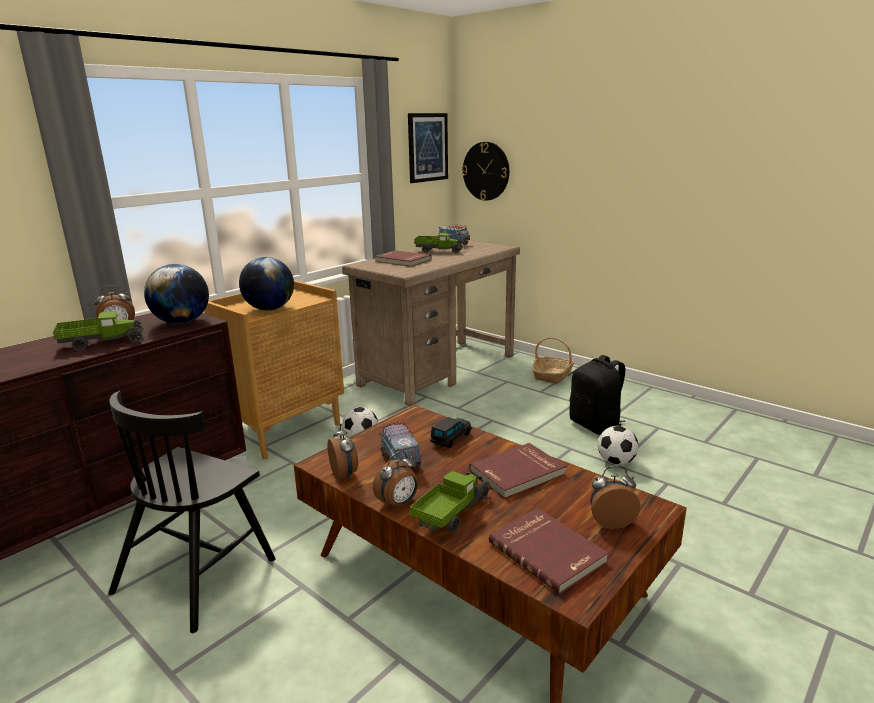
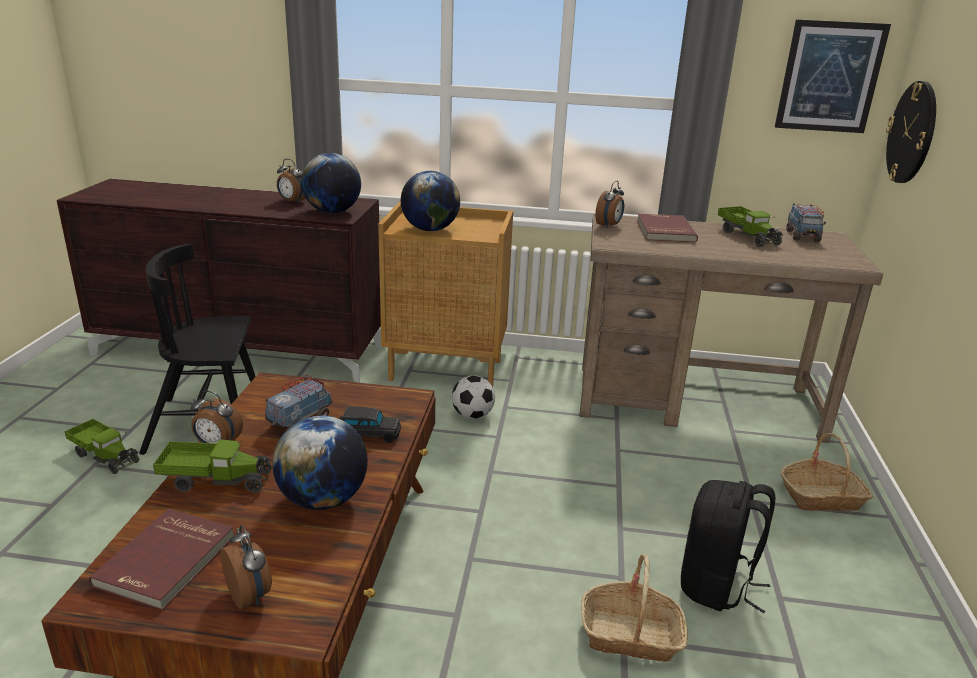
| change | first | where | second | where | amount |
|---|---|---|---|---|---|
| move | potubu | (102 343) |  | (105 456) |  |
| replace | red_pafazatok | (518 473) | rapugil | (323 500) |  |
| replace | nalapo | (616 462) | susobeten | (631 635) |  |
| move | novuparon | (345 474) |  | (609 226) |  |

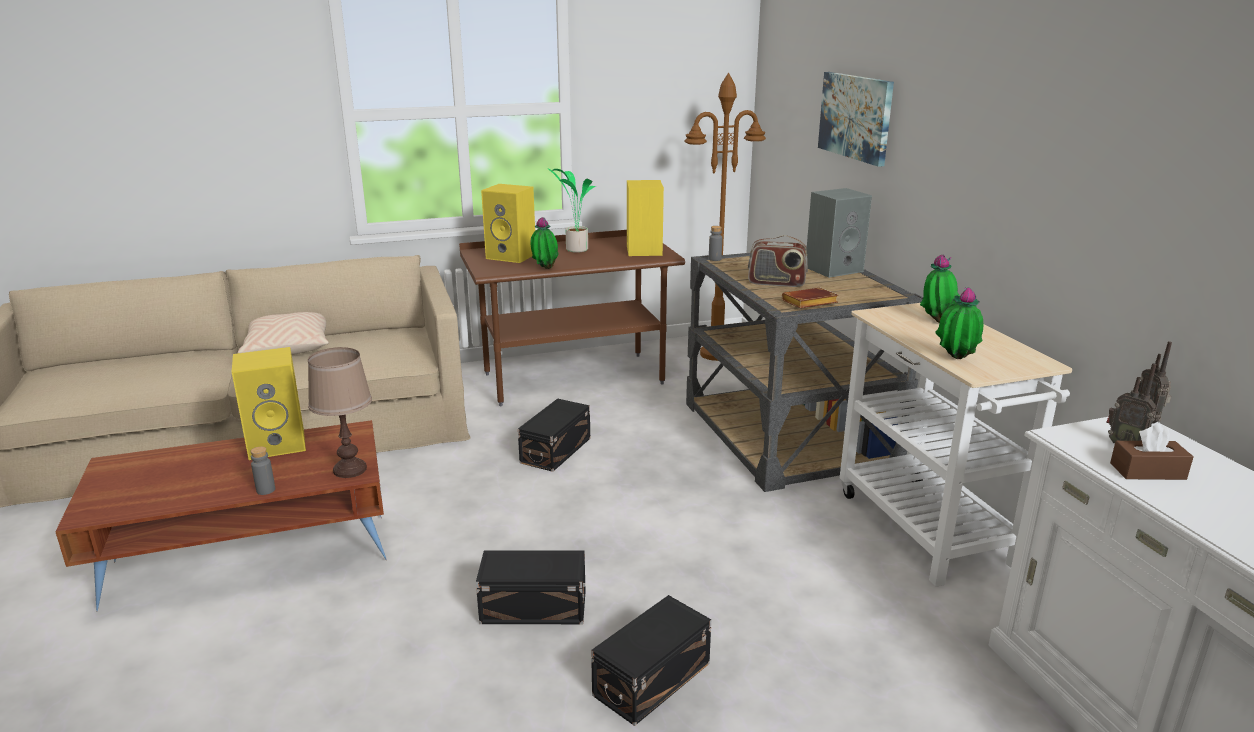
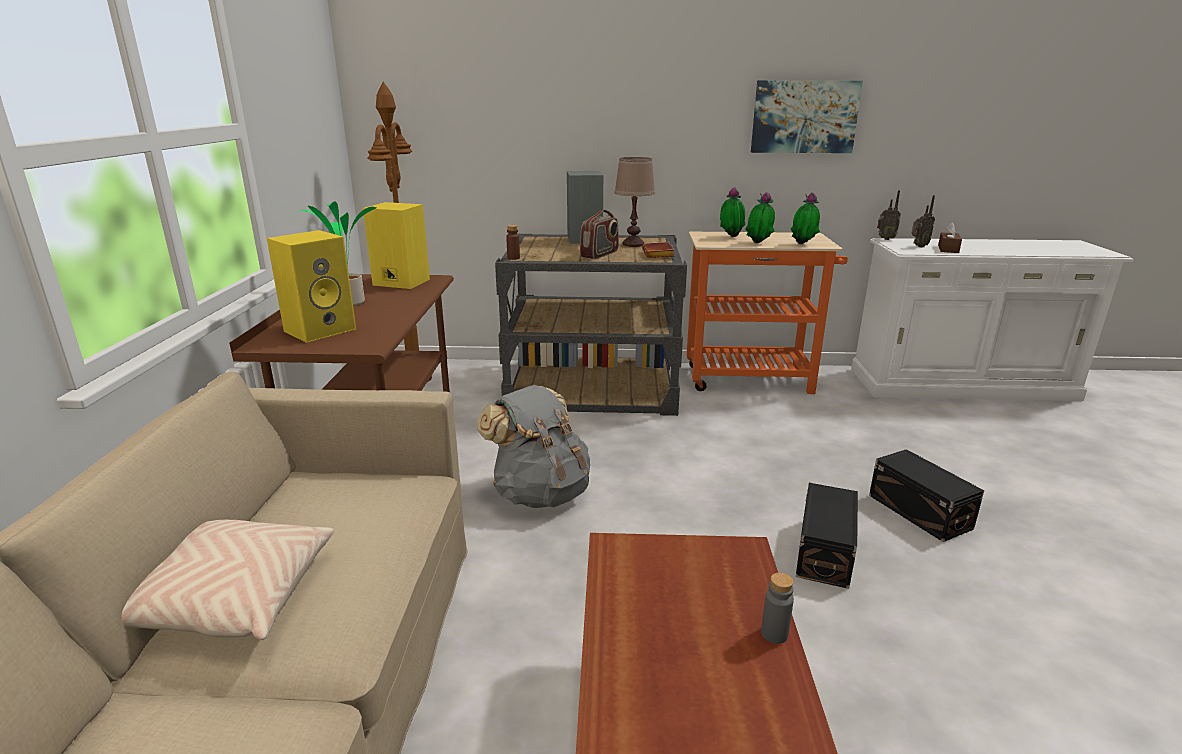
| change | first | where | second | where | amount |
|---|---|---|---|---|---|
| replace | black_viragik | (557 450) | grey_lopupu | (540 493) |  |
| recolor | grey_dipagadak | (715 259) | brown_dipagadak | (513 258) |  |
| move | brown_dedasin | (350 470) |  | (633 244) |  |
| recolor | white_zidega | (926 529) | orange_zidega | (750 379) |  |
| move | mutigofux | (544 269) |  | (758 244) |  |
| move | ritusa | (856 117) |  | (804 117) |  |
| delete | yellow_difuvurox | (278 444) |  |  |  |

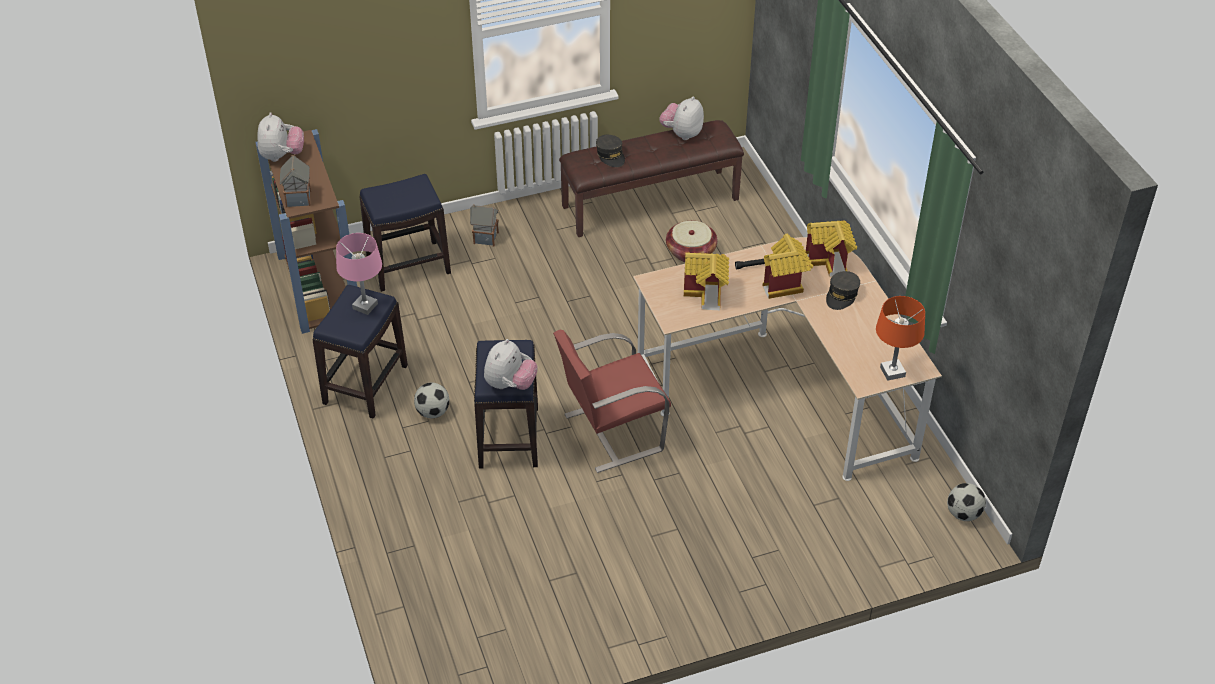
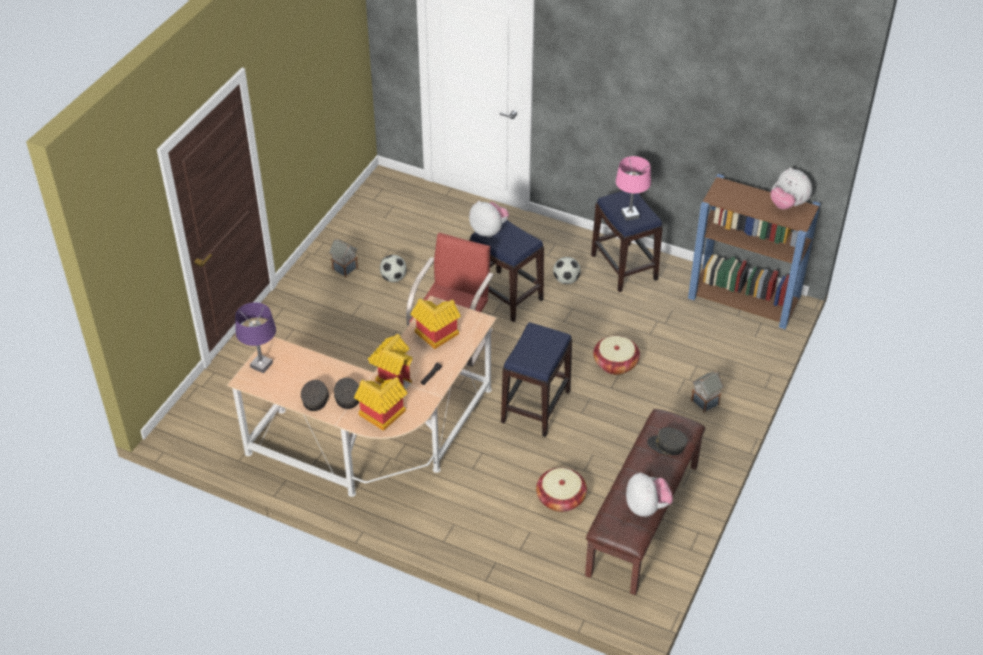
| change | first | where | second | where | amount |
|---|---|---|---|---|---|
| recolor | orange_dedasin | (892 372) | purple_dedasin | (261 365) |  |
| insert |  |  | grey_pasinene | (315 399) |  |
| move | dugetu | (299 199) |  | (344 268) |  |
| move | nalapo | (963 513) |  | (393 278) |  |
| rotate | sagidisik | (510 384) |  | (489 231) | 150 degrees clockwise |
| move | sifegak | (409 266) |  | (536 407) |  |
| insert |  |  | susobeten | (615 364) |  |

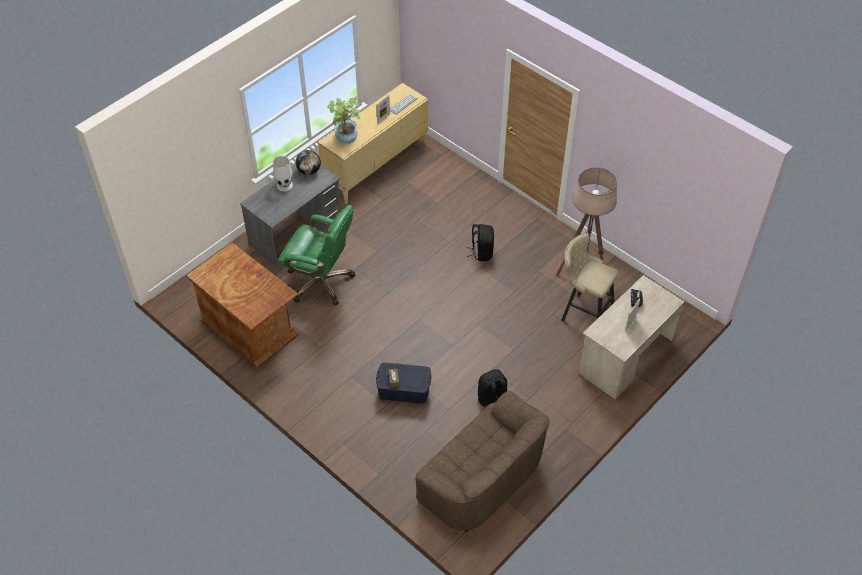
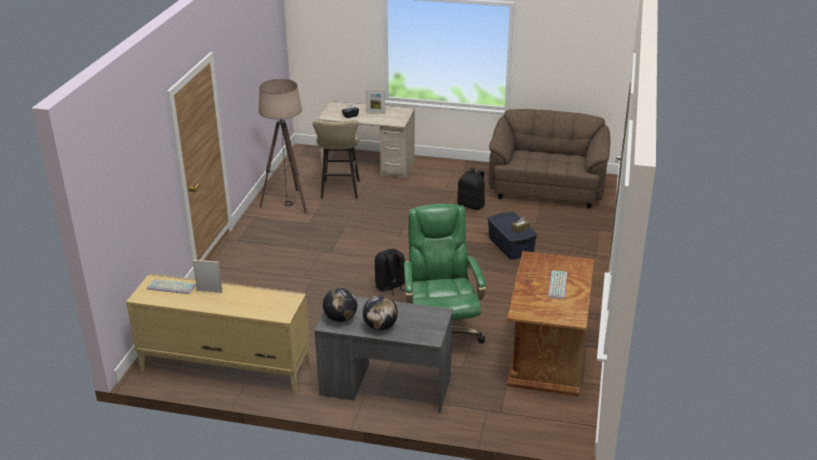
| change | first | where | second | where | amount |
|---|---|---|---|---|---|
| replace | white_dedasin | (284 185) | rapugil | (380 326) |  |
| move | black_lopupu | (481 252) |  | (391 287) |  |
| insert |  |  | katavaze | (558 285) |  |
| delete | mutigofux | (346 139) |  |  |  |

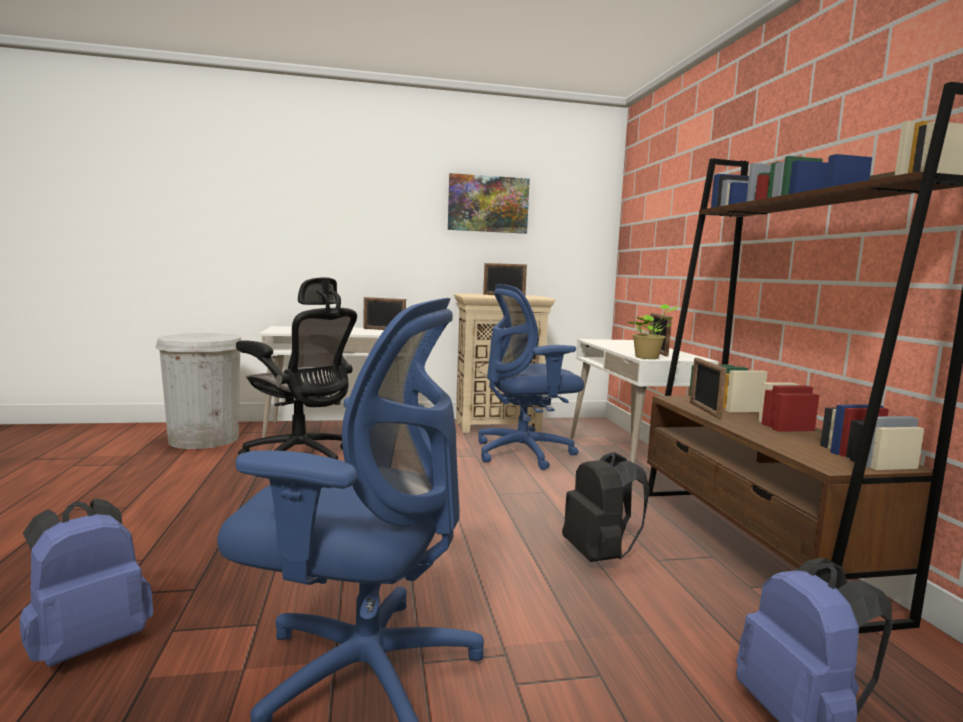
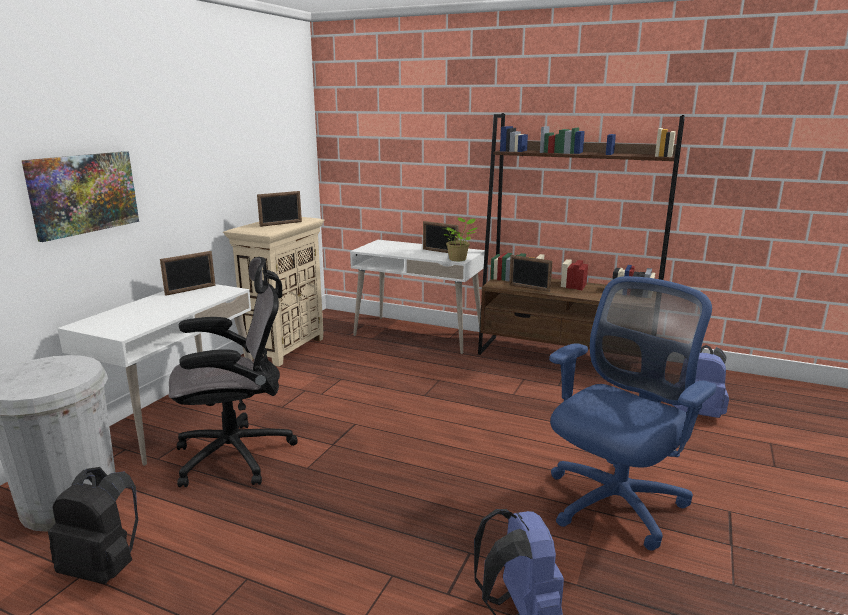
| change | first | where | second | where | amount |
|---|---|---|---|---|---|
| move | ritusa | (488 204) |  | (83 193) |  |
| move | black_lopupu | (599 555) |  | (104 568) |  |
| delete | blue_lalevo | (528 451) |  |  |  |

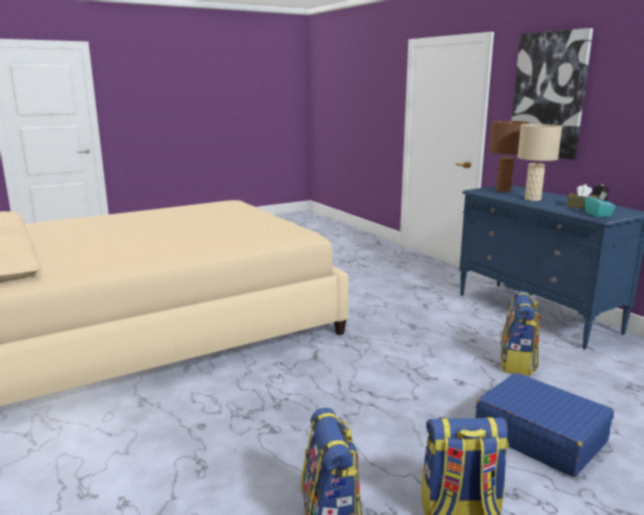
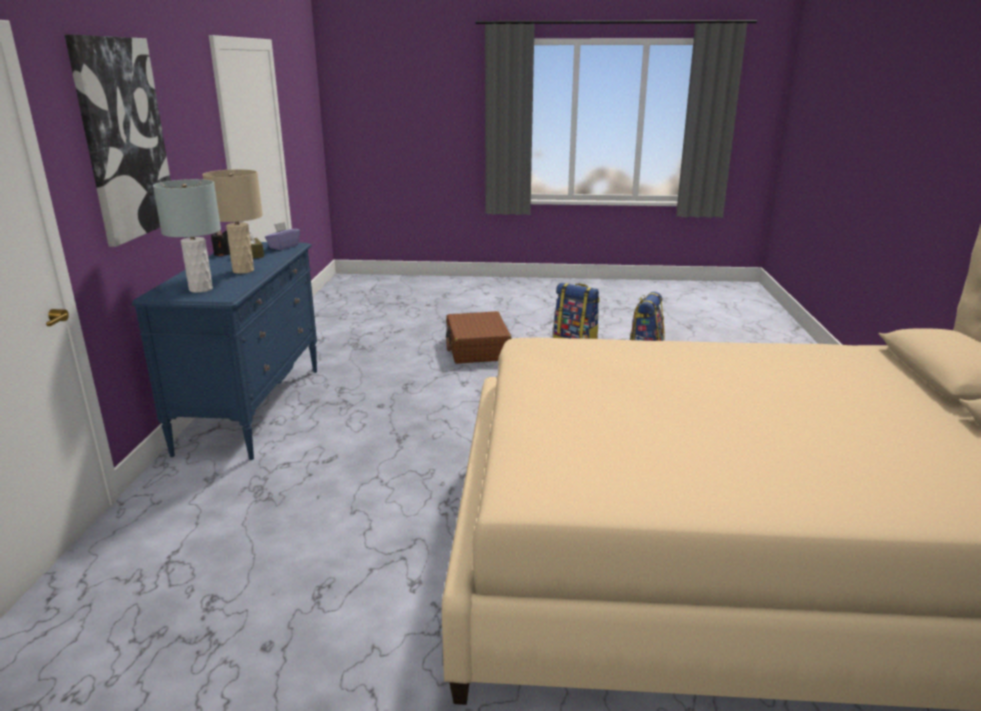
| change | first | where | second | where | amount |
|---|---|---|---|---|---|
| recolor | brown_dedasin | (503 190) | grey_dedasin | (200 289) |  |
| recolor | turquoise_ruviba | (598 214) | purple_ruviba | (283 247) |  |
| recolor | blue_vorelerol | (539 436) | brown_vorelerol | (477 349) |  |
| delete | lopupu | (517 364) |  |  |  |

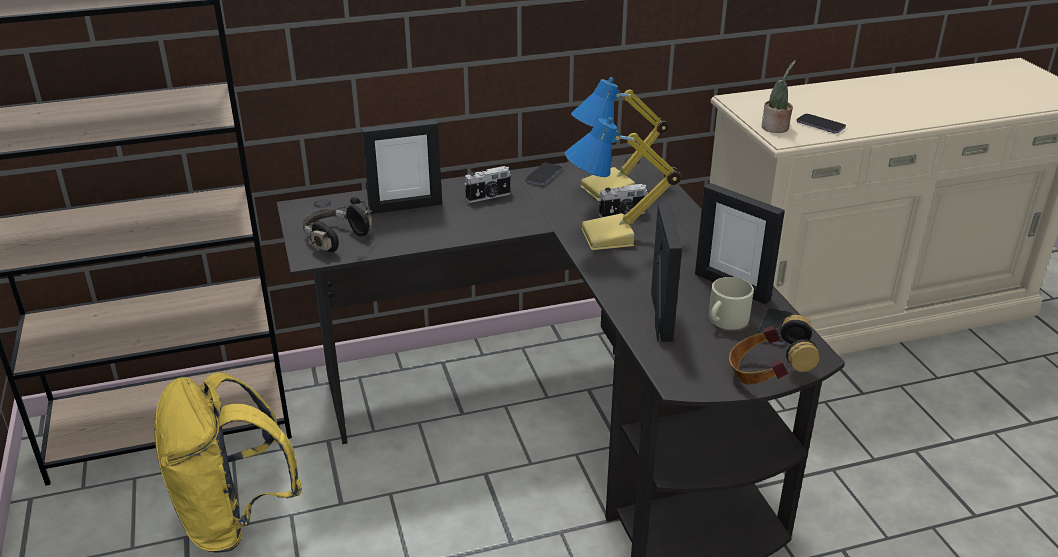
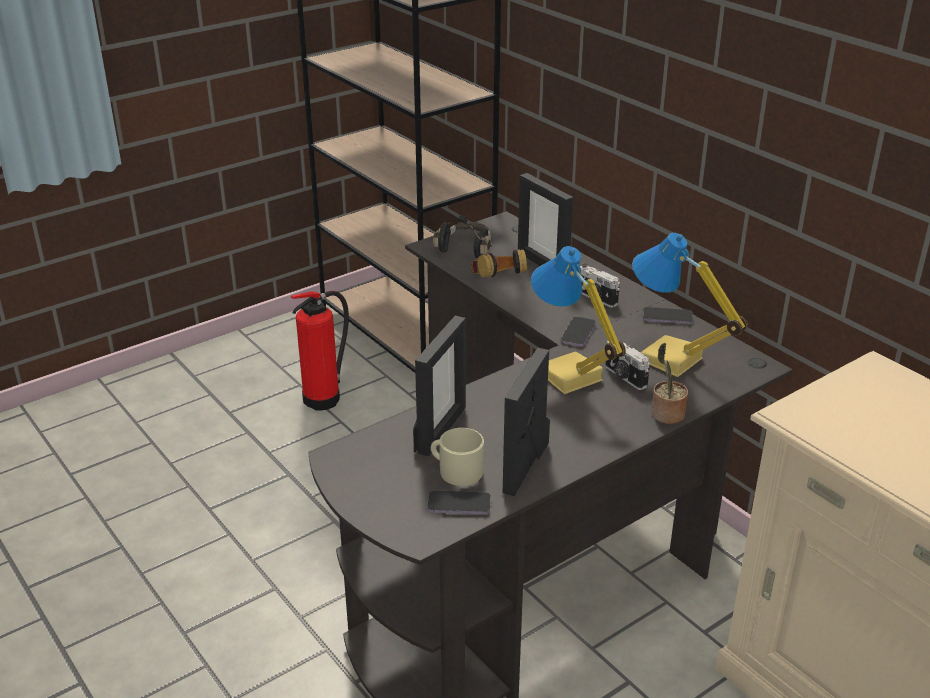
| change | first | where | second | where | amount |
|---|---|---|---|---|---|
| replace | yellow_lopupu | (233 519) | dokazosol | (325 398) |  |
| rotate | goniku | (659 316) |  | (440 429) | 45 degrees counterclockwise |
| move | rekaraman | (767 376) |  | (496 283) |  |
| move | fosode | (820 125) |  | (578 333) |  |
| move | mutigofux | (776 128) |  | (666 415) |  |

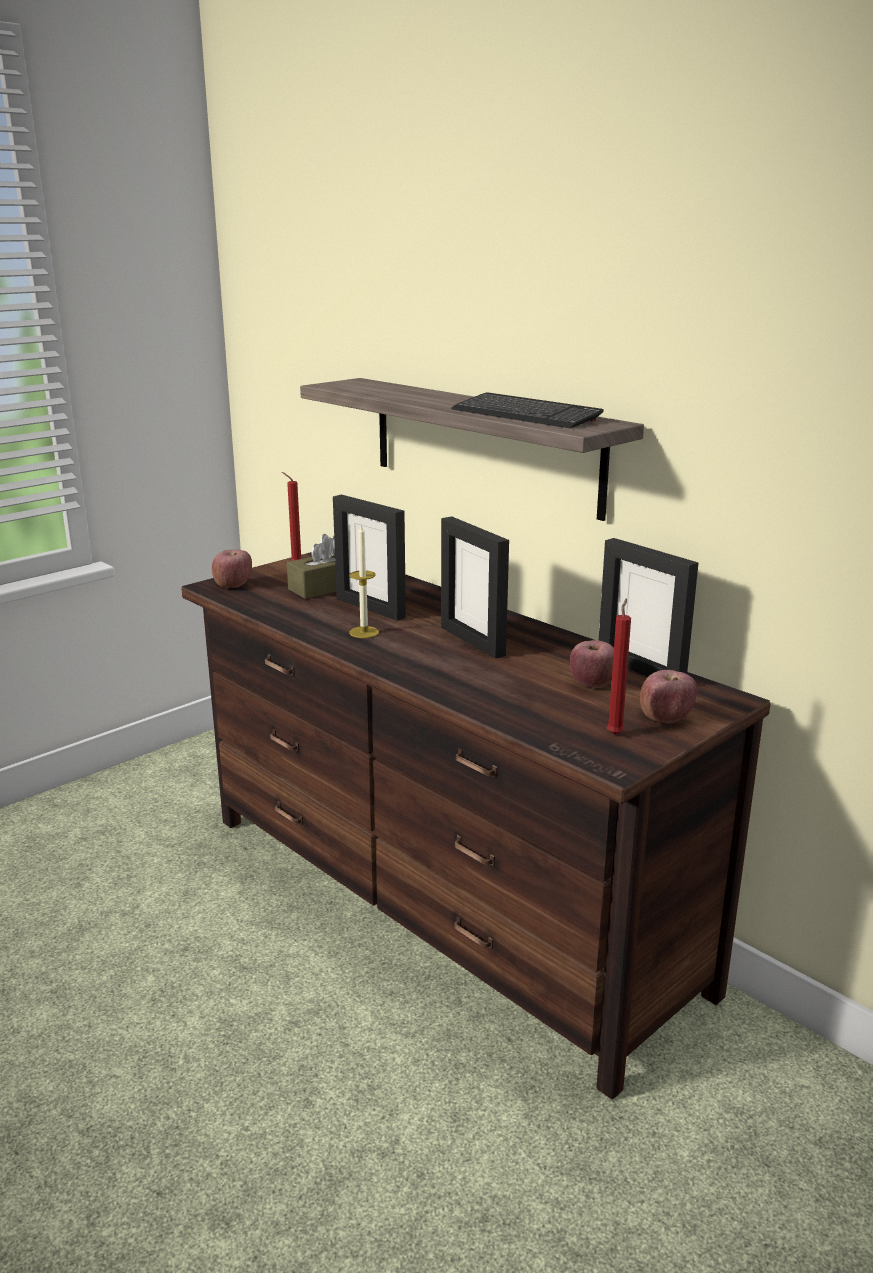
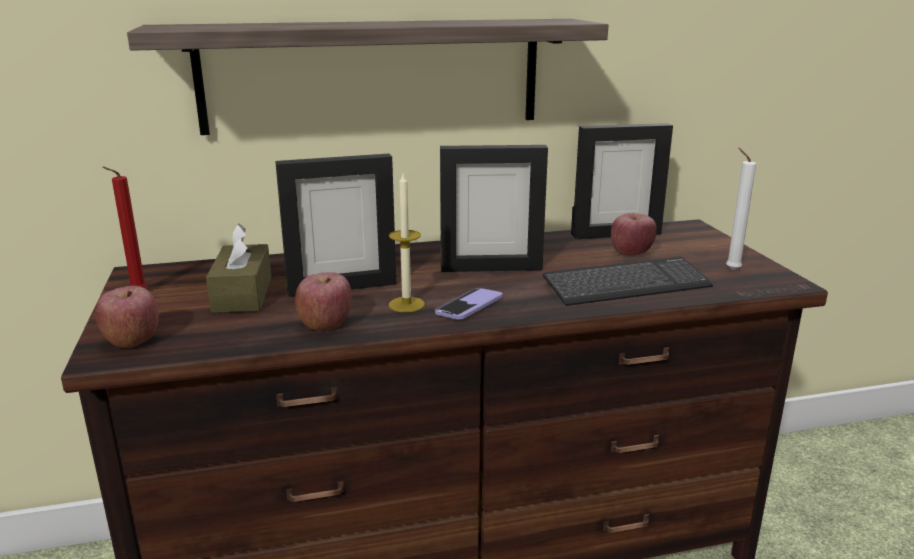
| change | first | where | second | where | amount |
|---|---|---|---|---|---|
| move | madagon | (665 718) |  | (325 324) |  |
| insert |  |  | fosode | (469 306) |  |
| move | katavaze | (525 414) |  | (626 285) |  |
| recolor | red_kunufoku | (615 733) | white_kunufoku | (730 269) |  |

